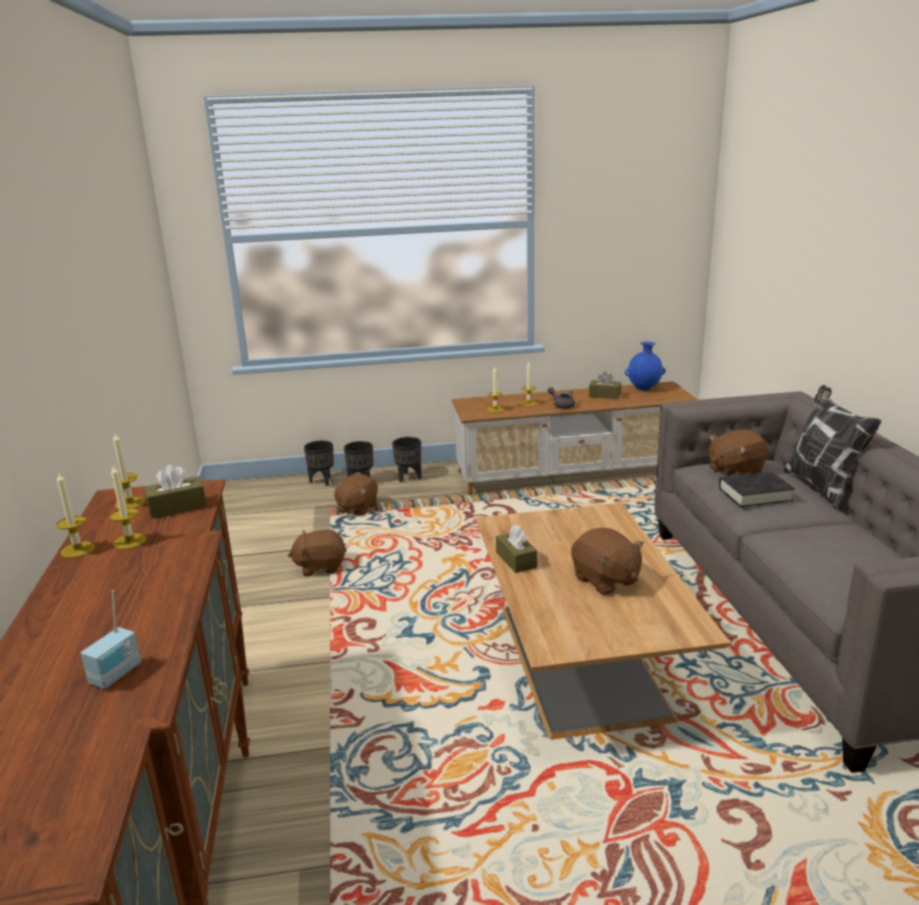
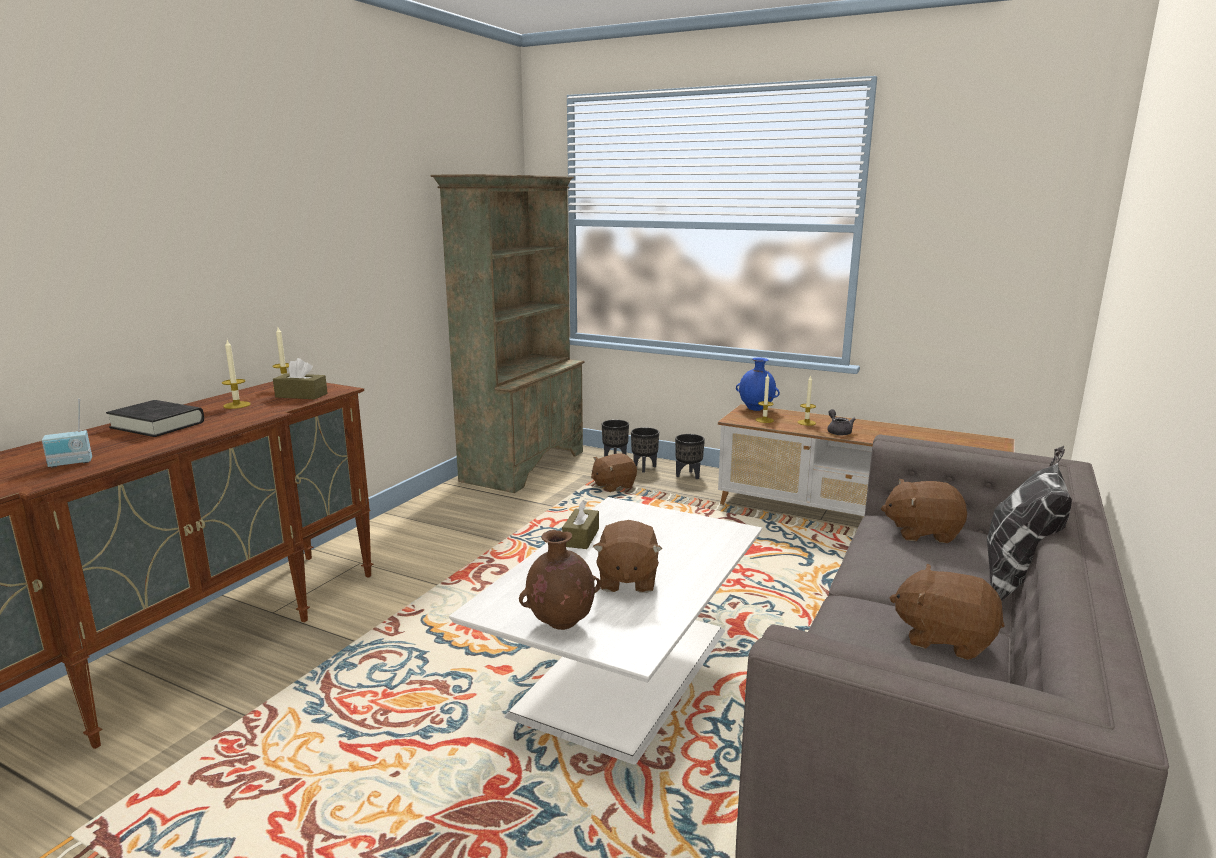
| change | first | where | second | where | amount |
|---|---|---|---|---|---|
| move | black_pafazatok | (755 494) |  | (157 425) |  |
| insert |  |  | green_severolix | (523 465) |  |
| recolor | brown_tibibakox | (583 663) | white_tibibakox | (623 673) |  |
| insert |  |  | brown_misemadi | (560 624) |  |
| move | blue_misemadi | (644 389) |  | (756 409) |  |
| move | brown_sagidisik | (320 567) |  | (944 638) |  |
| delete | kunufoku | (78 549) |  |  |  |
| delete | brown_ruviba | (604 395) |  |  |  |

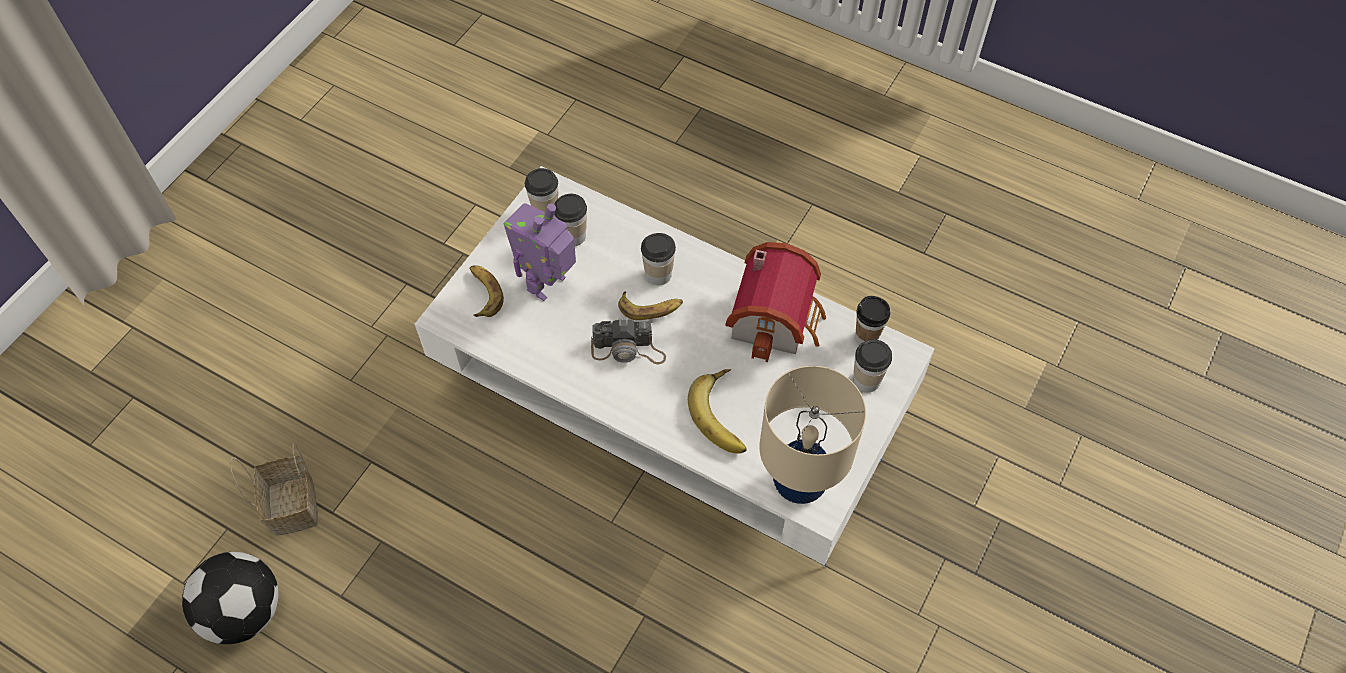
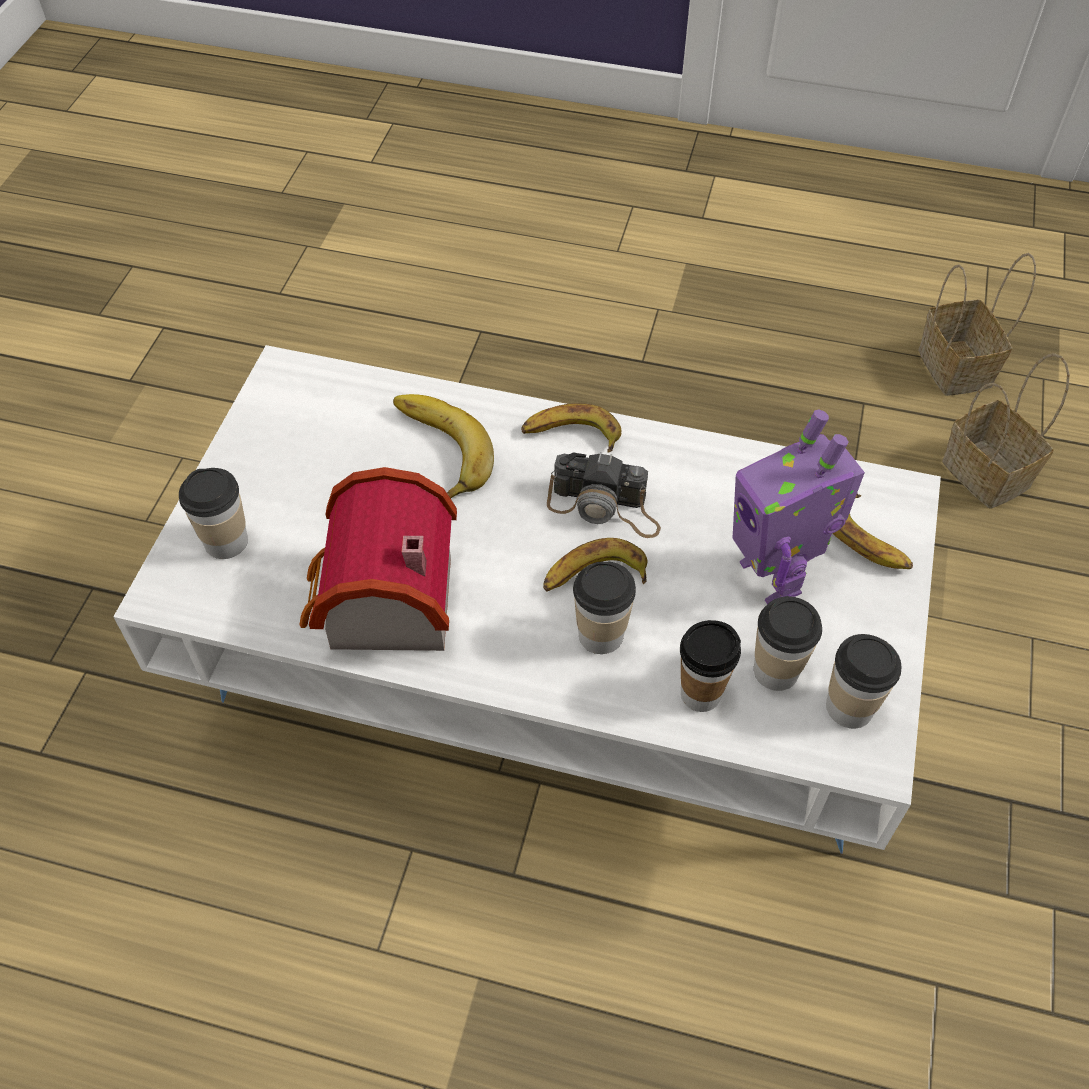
| change | first | where | second | where | amount |
|---|---|---|---|---|---|
| insert |  |  | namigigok | (571 435) |  |
| rotate | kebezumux | (628 349) |  | (605 507) | 150 degrees counterclockwise |
| move | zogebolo | (866 338) |  | (700 694) |  |
| rotate | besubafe | (548 285) |  | (774 576) | 135 degrees clockwise |
| replace | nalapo | (243 611) | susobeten | (957 369) |  |
| delete | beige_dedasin | (796 484) |  |  |  |

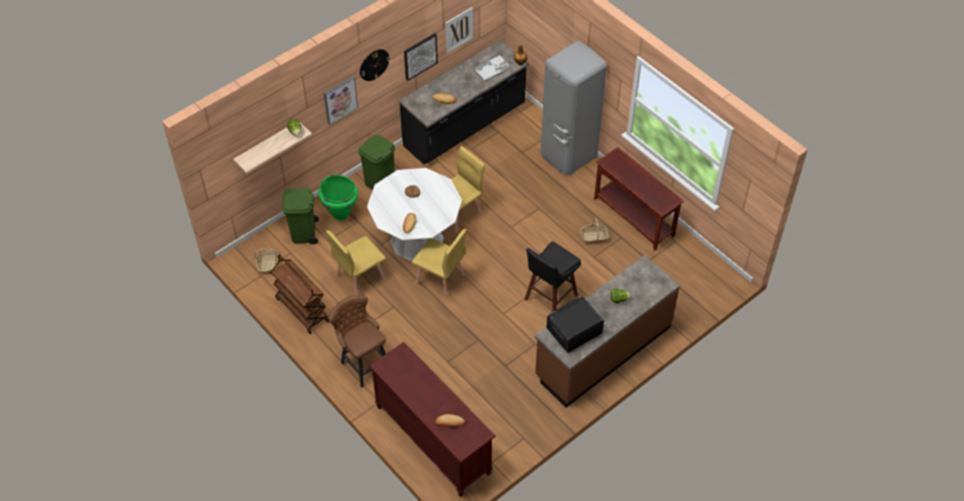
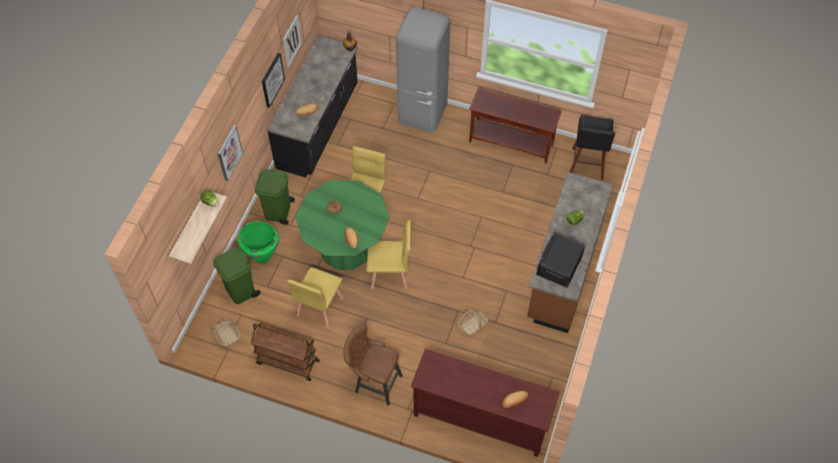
| change | first | where | second | where | amount |
|---|---|---|---|---|---|
| recolor | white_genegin | (417 240) | green_genegin | (346 248) |  |
| move | susobeten | (594 237) |  | (472 325) |  |
| move | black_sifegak | (549 298) |  | (587 165) |  |
| delete | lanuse | (374 64) |  |  |  |
| delete | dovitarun | (492 68) |  |  |  |

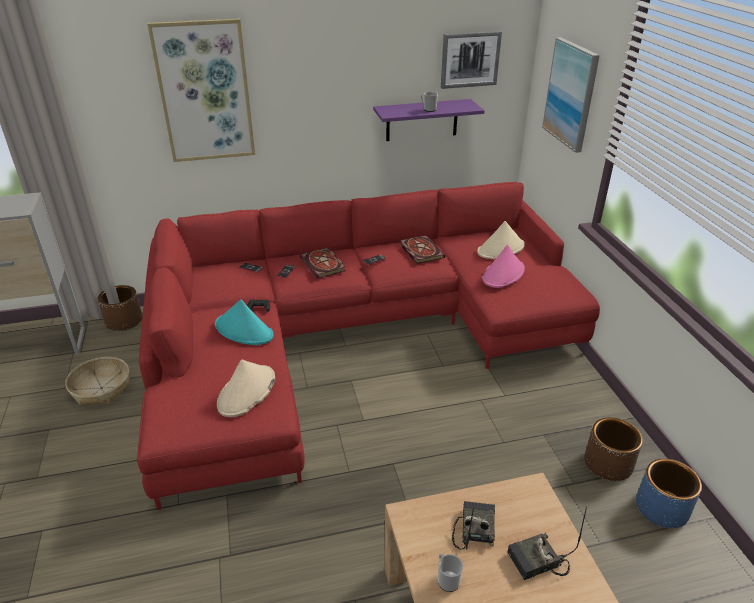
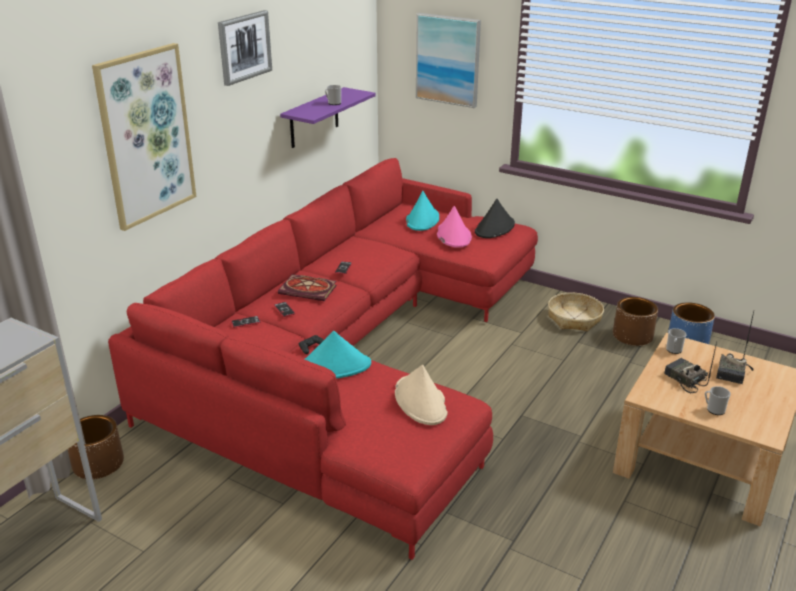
| change | first | where | second | where | amount |
|---|---|---|---|---|---|
| move | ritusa | (470 59) |  | (244 47) |  |
| recolor | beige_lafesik | (501 249) | turquoise_lafesik | (422 220) |  |
| insert |  |  | black_lafesik | (494 228) |  |
| move | susobeten | (101 388) |  | (574 319) |  |
| insert |  |  | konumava | (673 350) |  |
| delete | pafazatok | (420 251) |  |  |  |

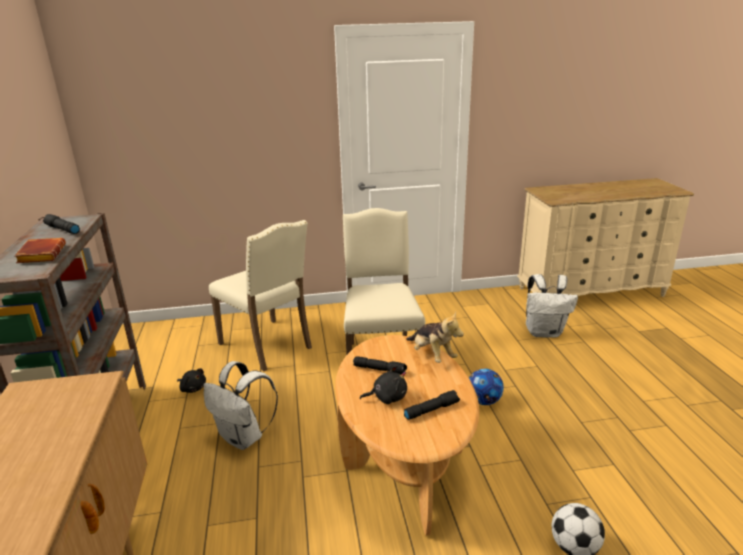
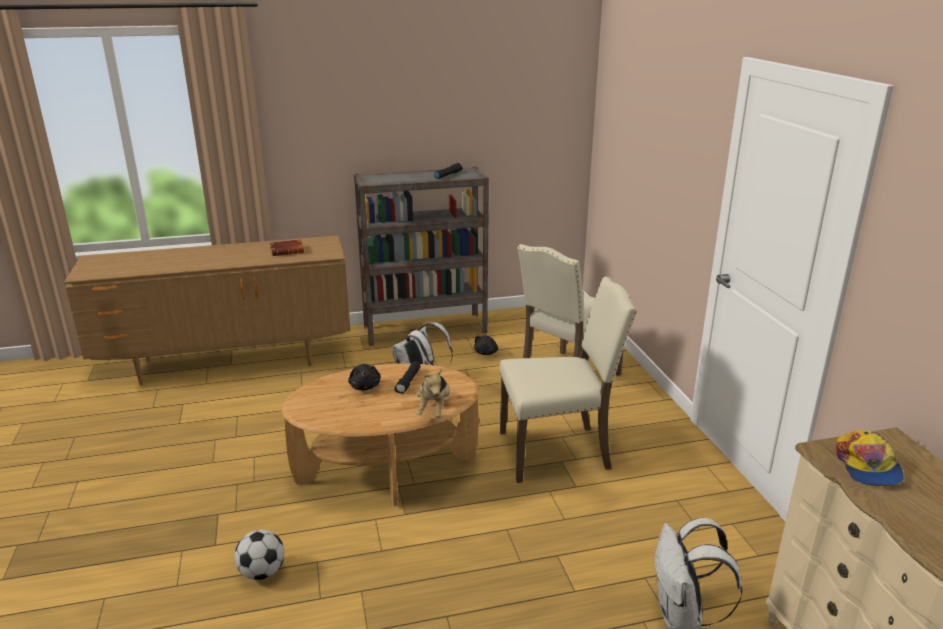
| change | first | where | second | where | amount |
|---|---|---|---|---|---|
| move | brown_pafazatok | (41 255) |  | (288 251) |  |
| rotate | sagidisik | (432 355) |  | (434 409) | 45 degrees counterclockwise |
| insert |  |  | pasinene | (867 466) |  |
| delete | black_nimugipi | (431 409) |  |  |  |
| delete | nalapo | (484 401) |  |  |  |

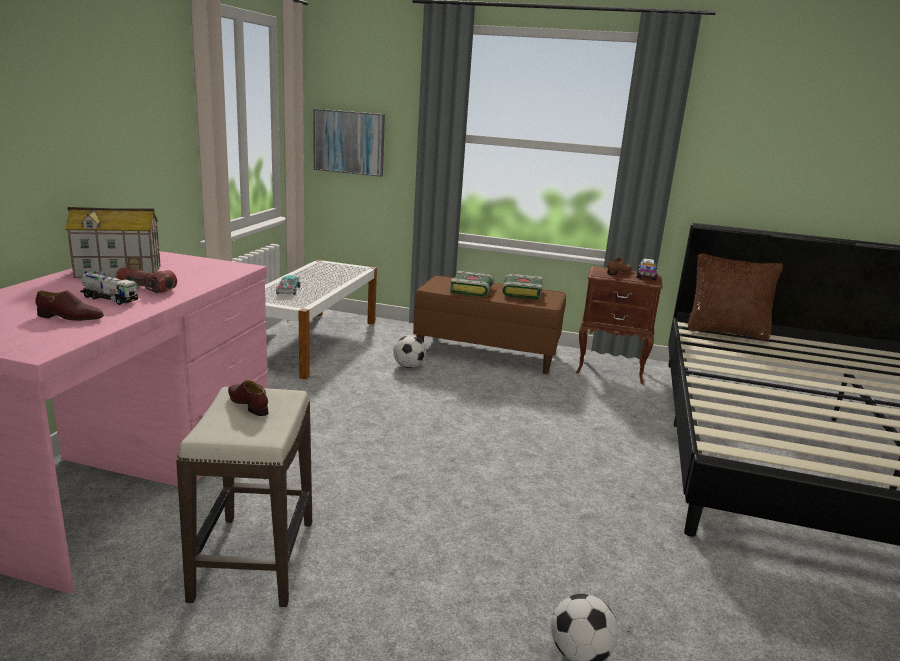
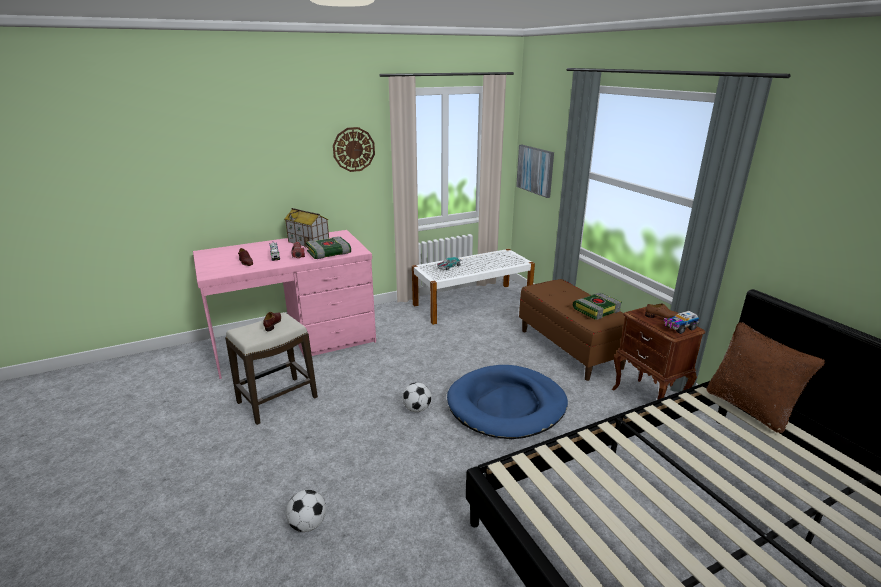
| change | first | where | second | where | amount |
|---|---|---|---|---|---|
| move | pafazatok | (472 290) |  | (328 253) |  |
| insert |  |  | lanuse | (353 149) |  |
| move | nalapo | (408 366) |  | (417 409) |  |
| insert |  |  | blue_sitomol | (506 405) |  |

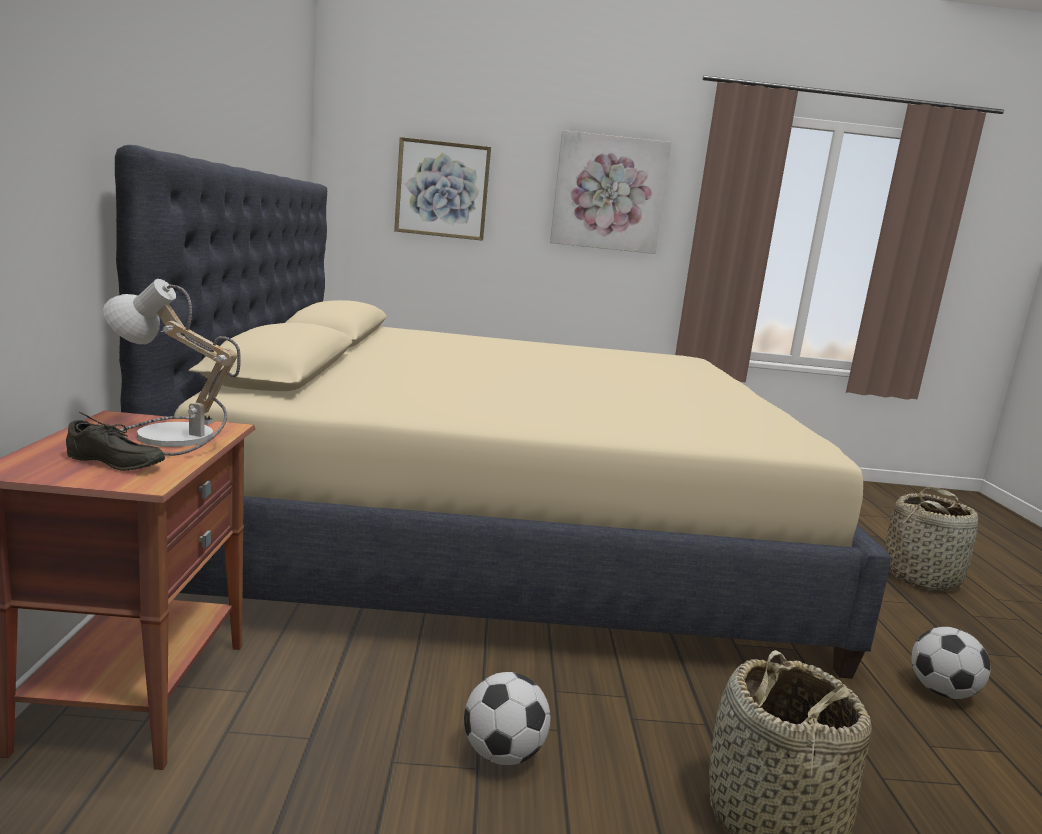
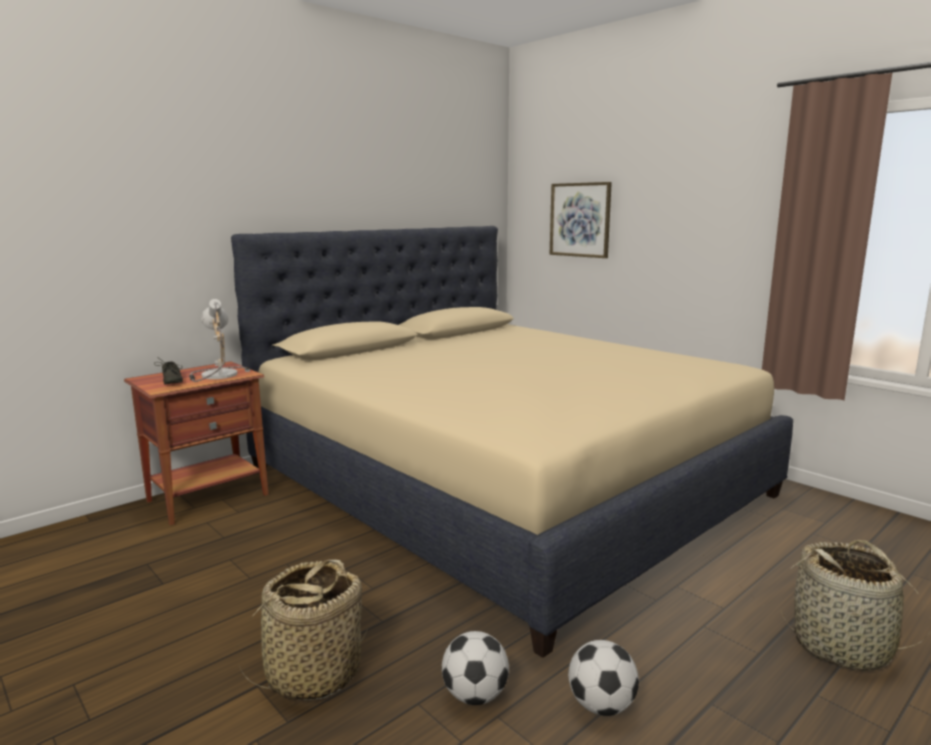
| change | first | where | second | where | amount |
|---|---|---|---|---|---|
| move | nalapo | (503 753) |  | (475 695) |  |
| delete | ritusa | (609 193) |  |  |  |

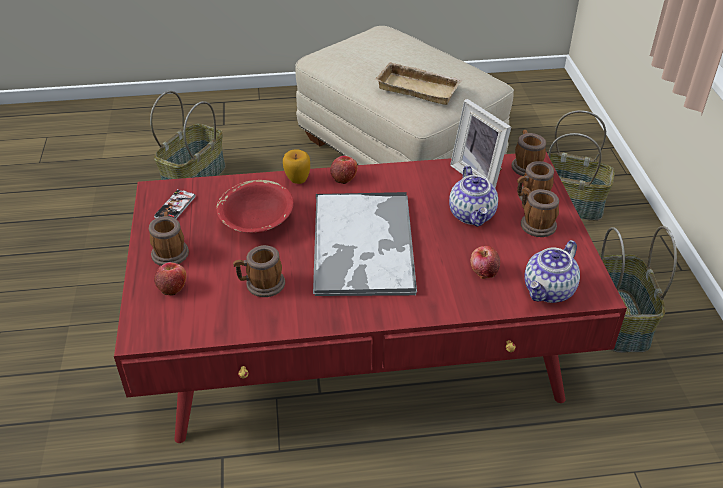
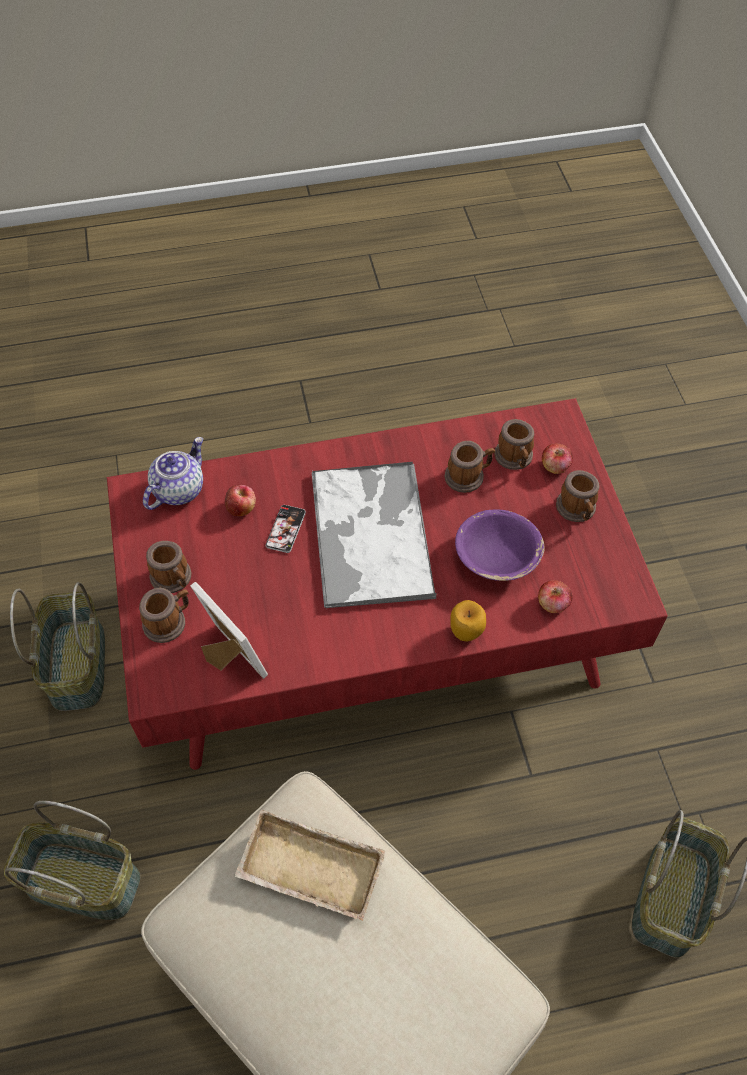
| change | first | where | second | where | amount |
|---|---|---|---|---|---|
| move | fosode | (175 207) |  | (286 529) |  |
| recolor | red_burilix | (257 222) | purple_burilix | (496 557) |  |
| move | konumava | (526 165) |  | (515 459) |  |
| move | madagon | (344 178) |  | (552 604) |  |
| delete | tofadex | (472 215) |  |  |  |

